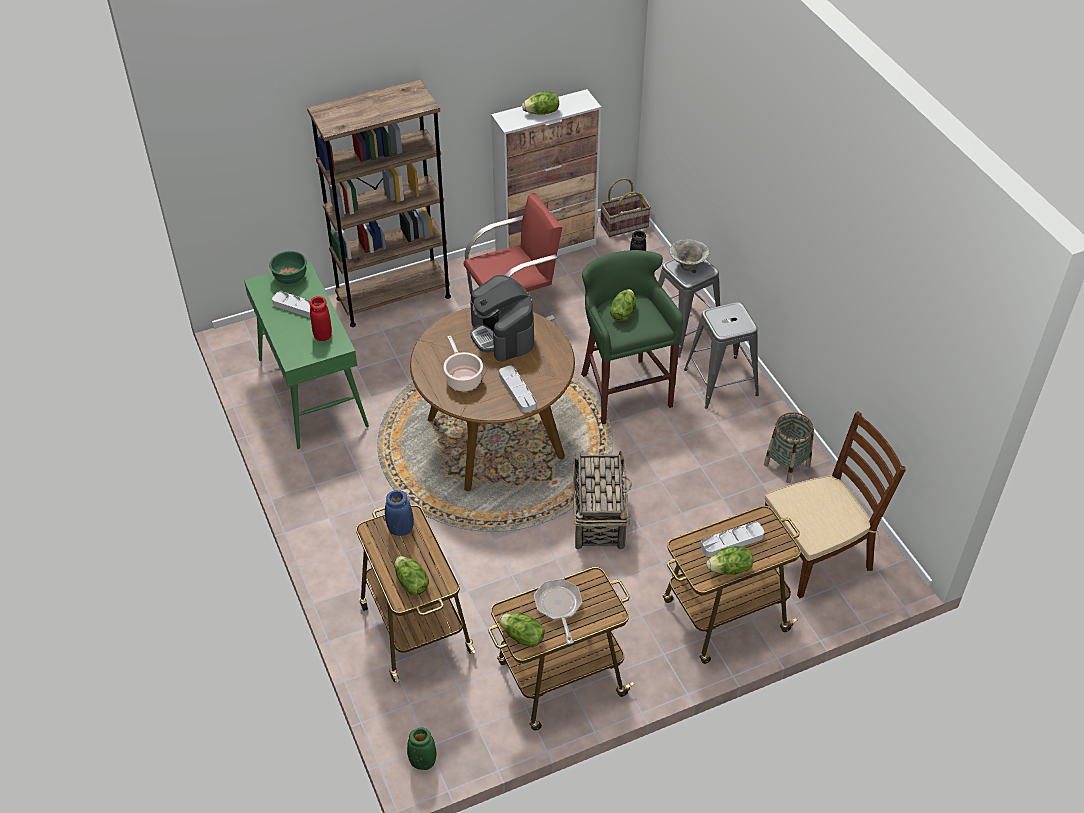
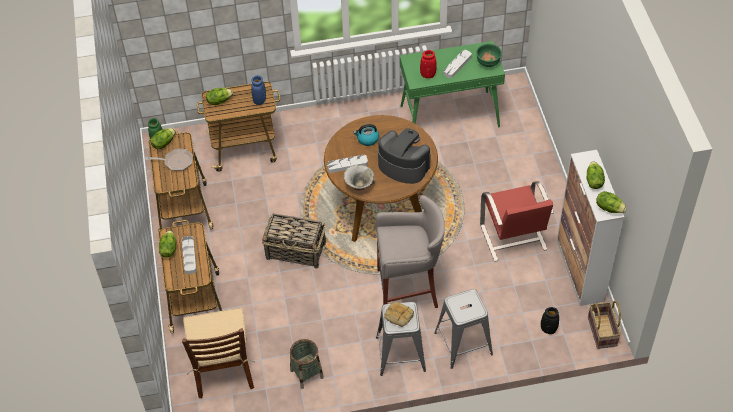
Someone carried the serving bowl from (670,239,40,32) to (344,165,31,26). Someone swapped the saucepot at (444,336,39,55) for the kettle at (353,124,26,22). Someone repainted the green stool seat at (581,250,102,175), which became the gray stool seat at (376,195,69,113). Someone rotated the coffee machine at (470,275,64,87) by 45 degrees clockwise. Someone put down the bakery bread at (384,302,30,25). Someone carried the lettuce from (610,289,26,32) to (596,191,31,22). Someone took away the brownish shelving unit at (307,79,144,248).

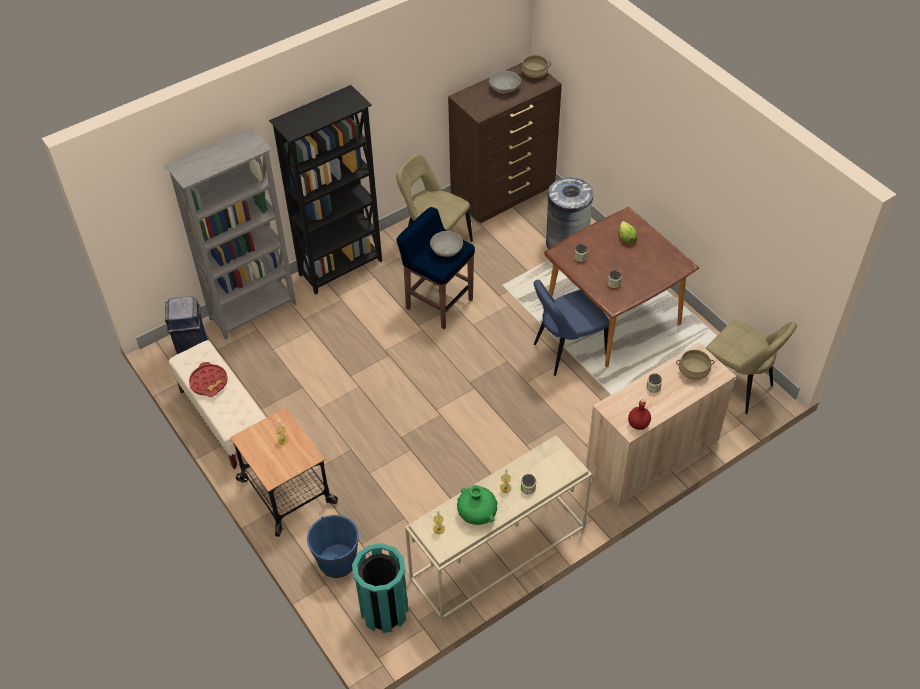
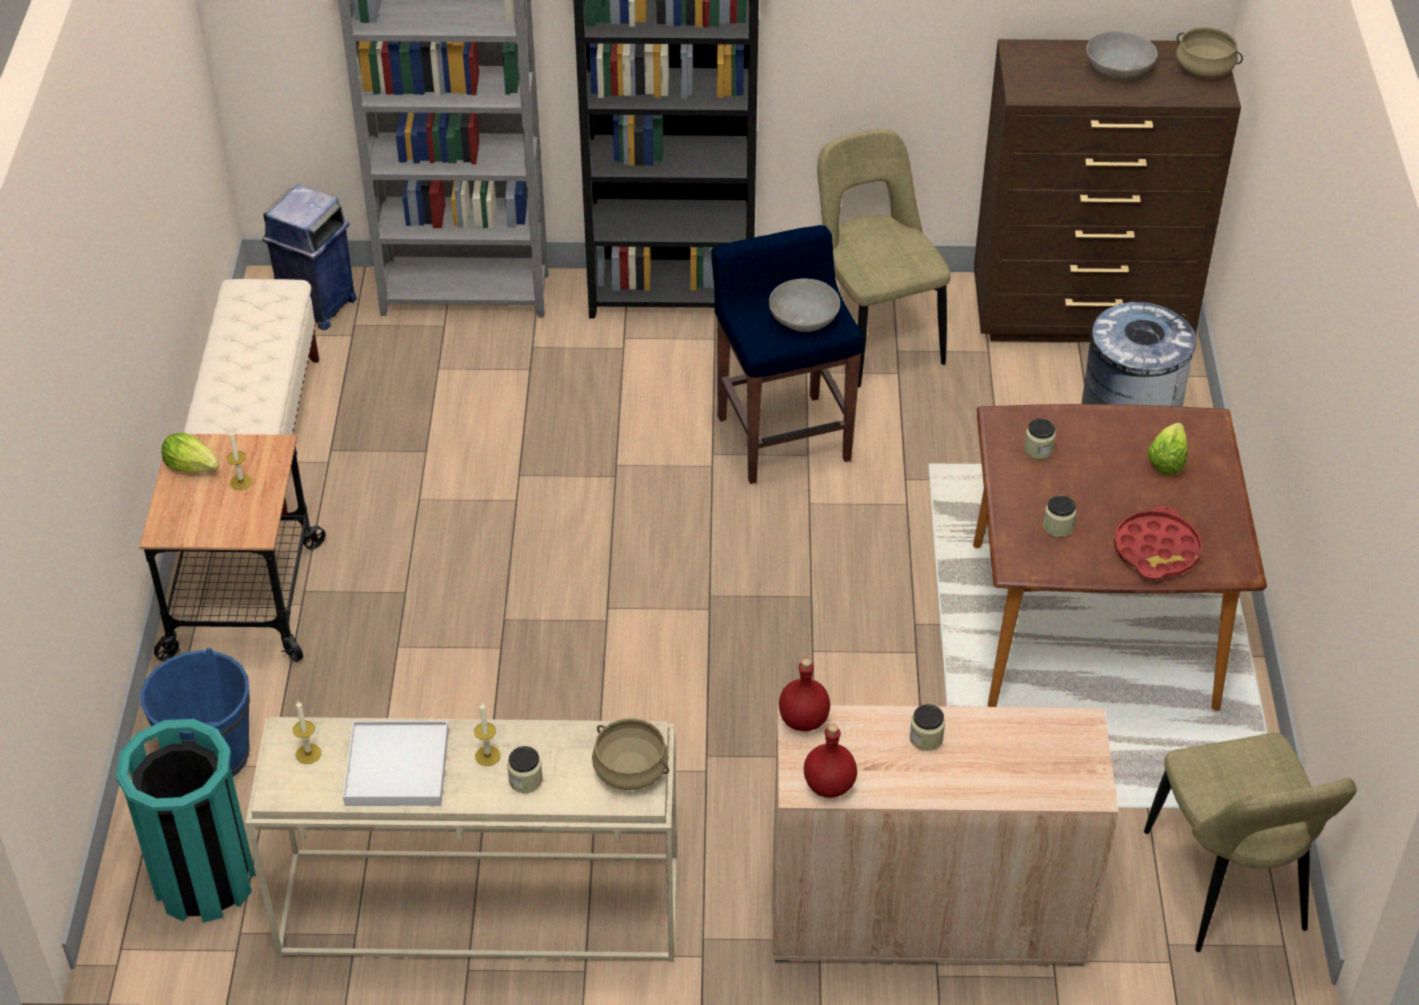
Someone put down the lettuce at (161,432,58,41). Someone swapped the green decorative vase at (457,485,40,40) for the whitish carrying tray at (343,721,106,85). Someone carried the beige saucepot from (676,350,38,30) to (592,718,77,72). Someone put down the reddish beverage bottle at (779,659,51,72). Someone carried the reddish carrying tray from (189,362,39,35) to (1114,506,89,74). Someone took away the blue chair at (534,279,75,97).

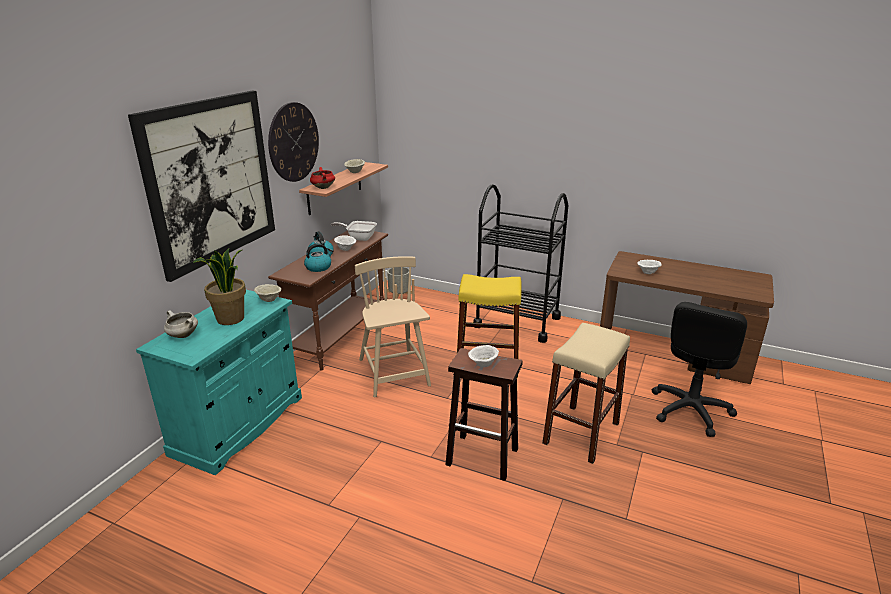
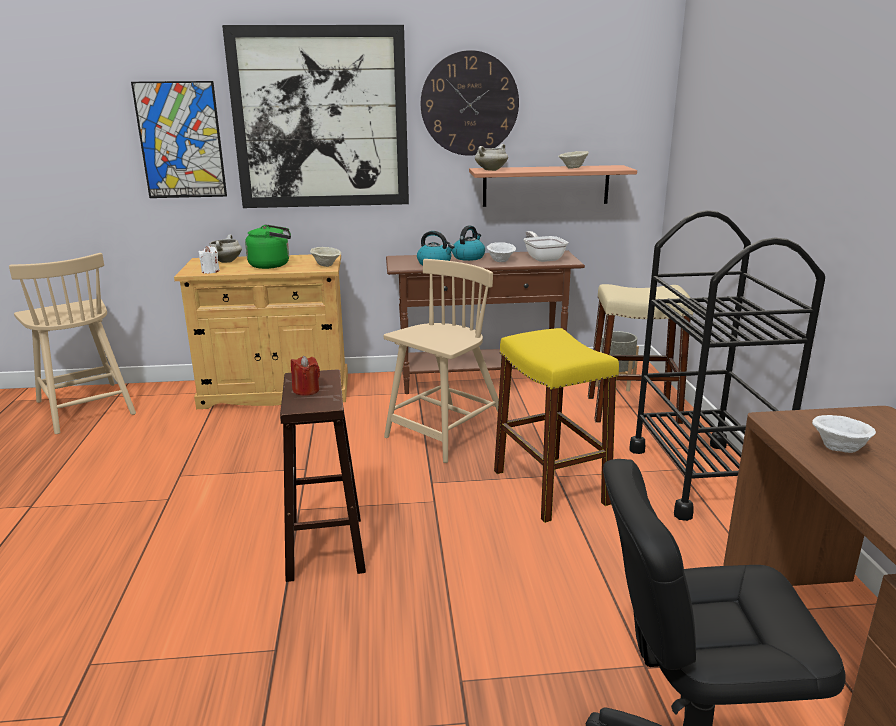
Someone put down the beige chair at (9,253,127,181). Someone put up the wall picture at (131,81,96,117). Someone repainted the turquoise-coloured storage cabinet at (136,290,166,185), which became the beige storage cabinet at (174,255,174,154). Someone put down the whitish candle at (198,246,22,28). Someone swapped the houseplant at (193,248,53,77) for the green kettle at (245,224,46,45). Someone swapped the whitish serving bowl at (468,345,31,22) for the reddish candle at (291,356,29,40). Someone repainted the reddish saucepot at (310,167,25,22), which became the whitish saucepot at (475,144,33,27). Someone carried the beige stool seat from (542,323,88,141) to (588,284,105,140).

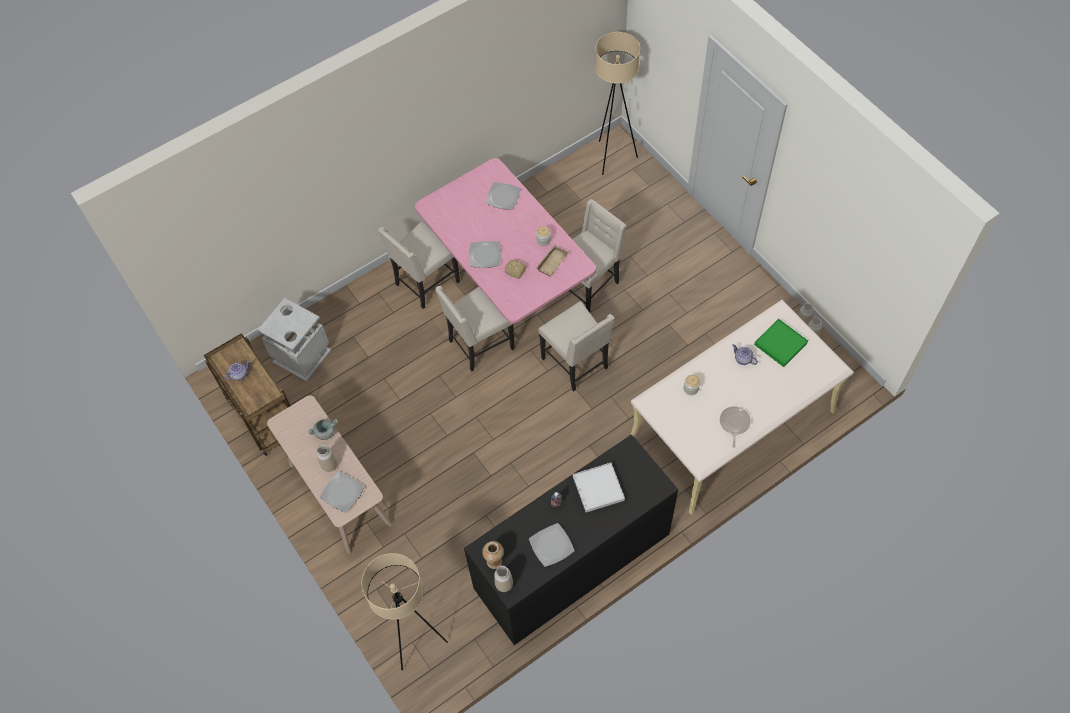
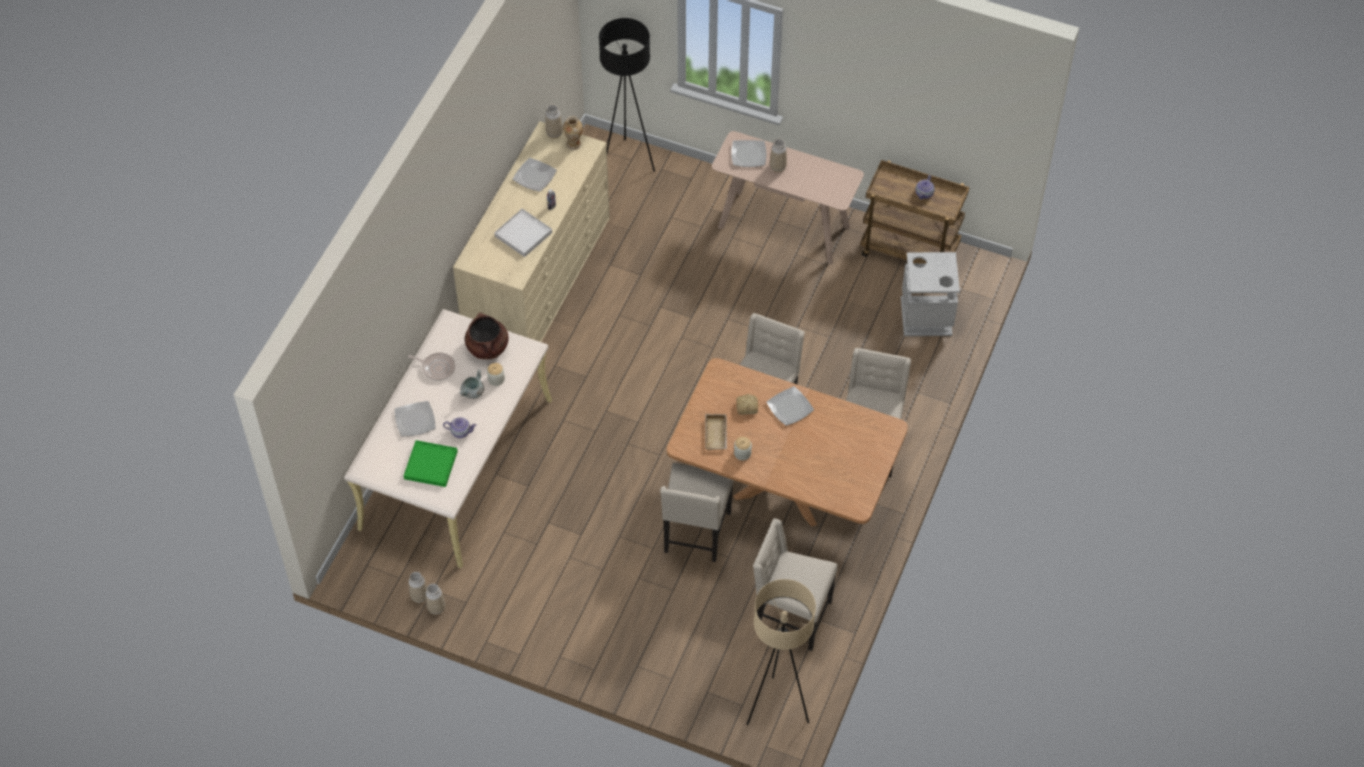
Someone carried the flat dish from (486,182,35,28) to (395,401,41,36). Someone rotated the skillet at (720,406,31,42) by 45 degrees counterclockwise. Someone repainted the blackish drawer chest at (464,435,214,210), which became the beige drawer chest at (453,121,157,221). Someone carried the gray saucepot from (308,419,30,21) to (459,369,25,30). Someone put down the brownish saucepot at (465,312,44,47). Someone repainted the beige standard lamp at (362,553,86,117), which became the blackish standard lamp at (599,18,56,154). Someone repainted the pink dining table at (415,158,181,165), which became the brownish dining table at (667,358,241,168). Someone carried the beige chair from (538,301,76,90) to (753,518,85,133).

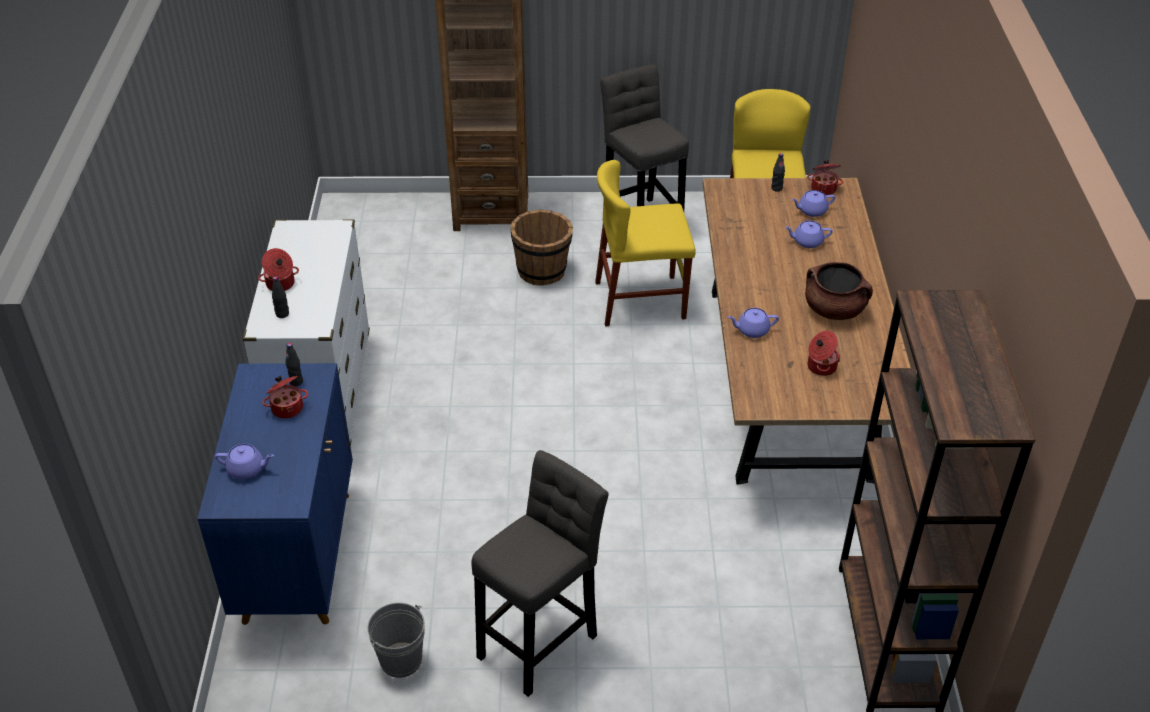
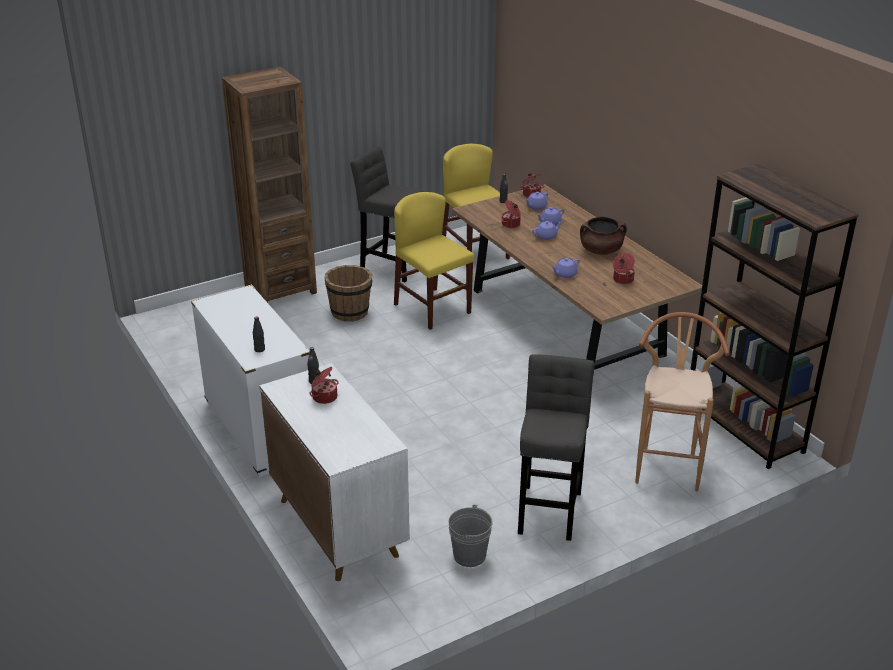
Someone repainted the blue storage cabinet at (197,363,156,262), which became the whitish storage cabinet at (259,363,151,218). Someone rotated the yellowish chair at (595,160,101,167) by 90 degrees clockwise. Someone carried the saucepot from (258,248,41,43) to (502,200,19,28). Someone carried the purplish teapot from (215,444,59,35) to (532,221,31,19). Someone put down the brownish stool seat at (635,312,95,180).

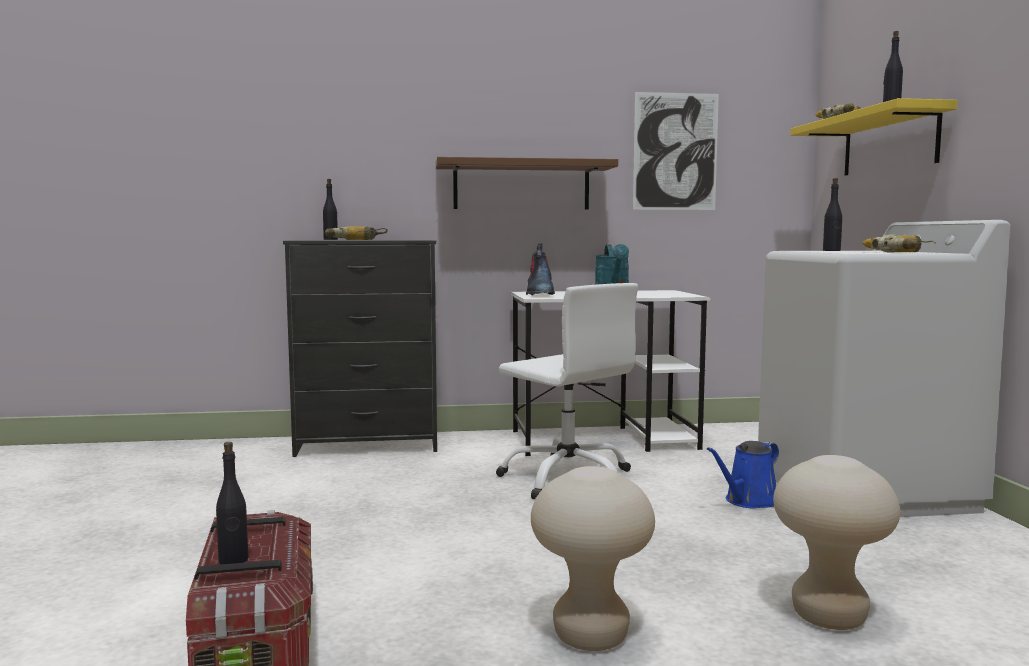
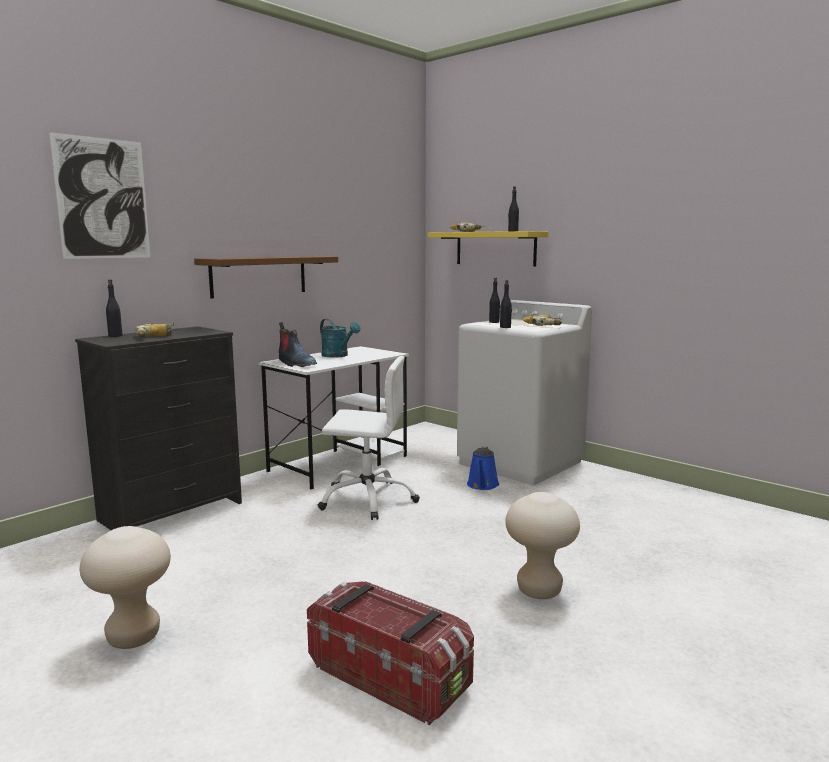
Someone carried the wall picture from (633,92,86,118) to (49,132,101,127). Someone carried the beige stool seat from (773,455,127,175) to (79,526,92,123). Someone carried the blackish beverage bottle from (216,442,32,123) to (500,280,12,48).

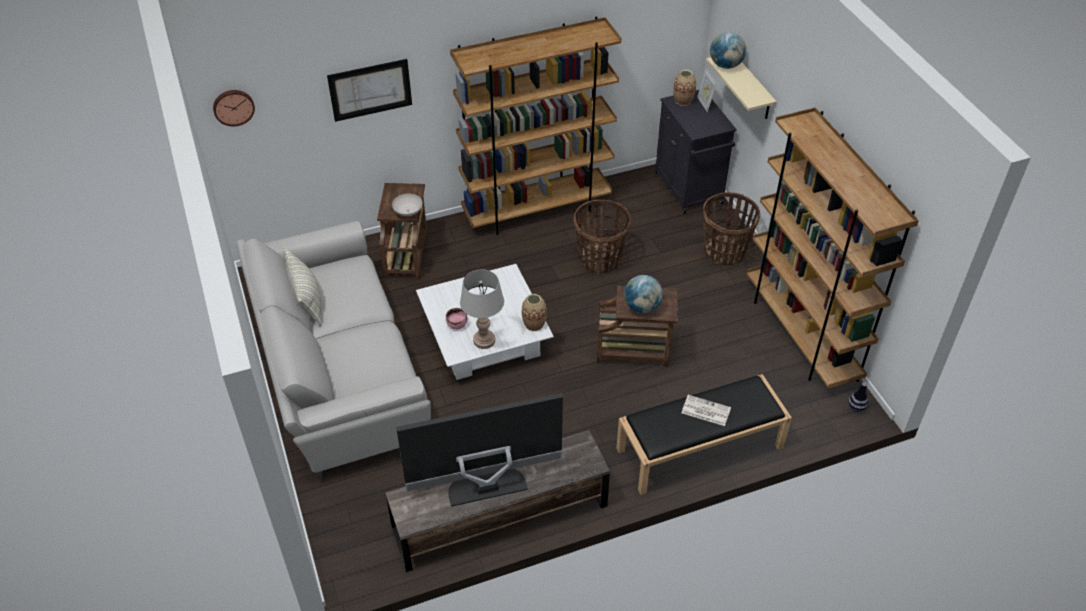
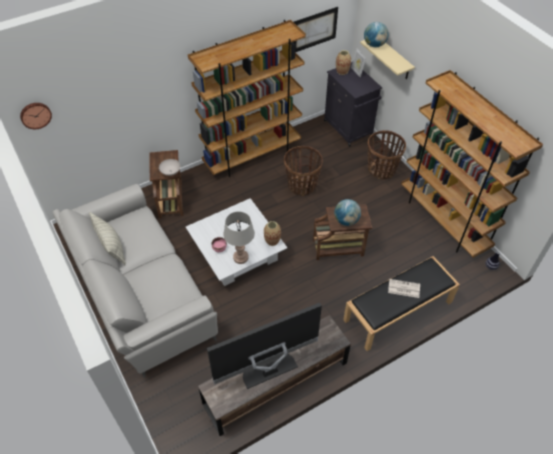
Someone carried the wall picture from (327,59,85,63) to (293,7,45,45).

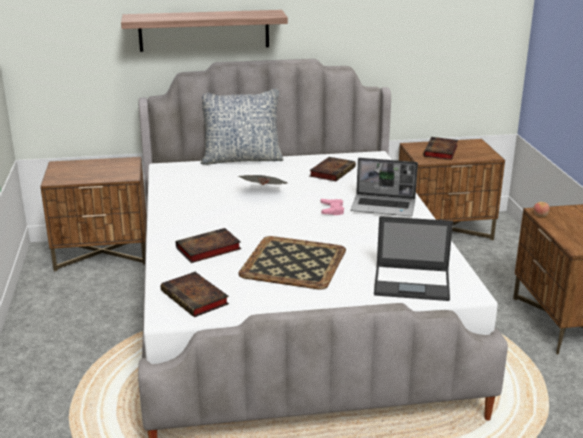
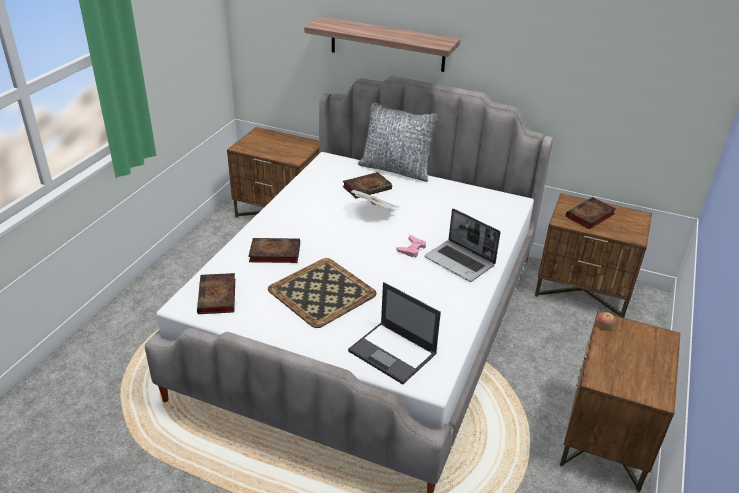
Someone carried the volume from (310,157,46,24) to (342,172,50,26).

